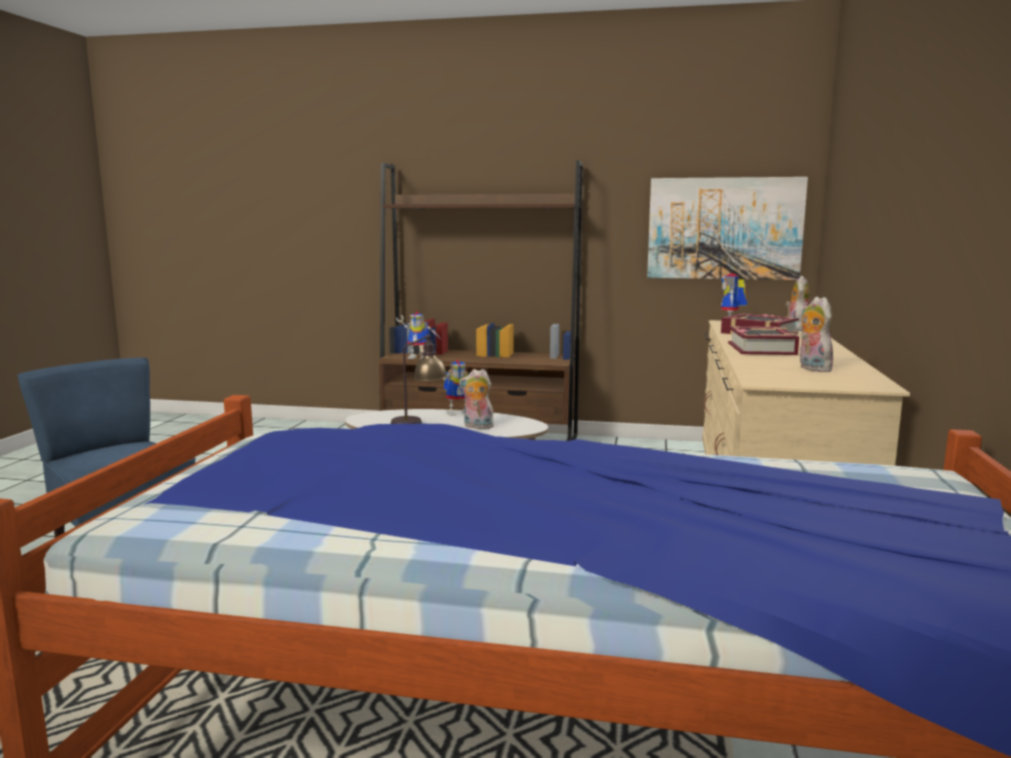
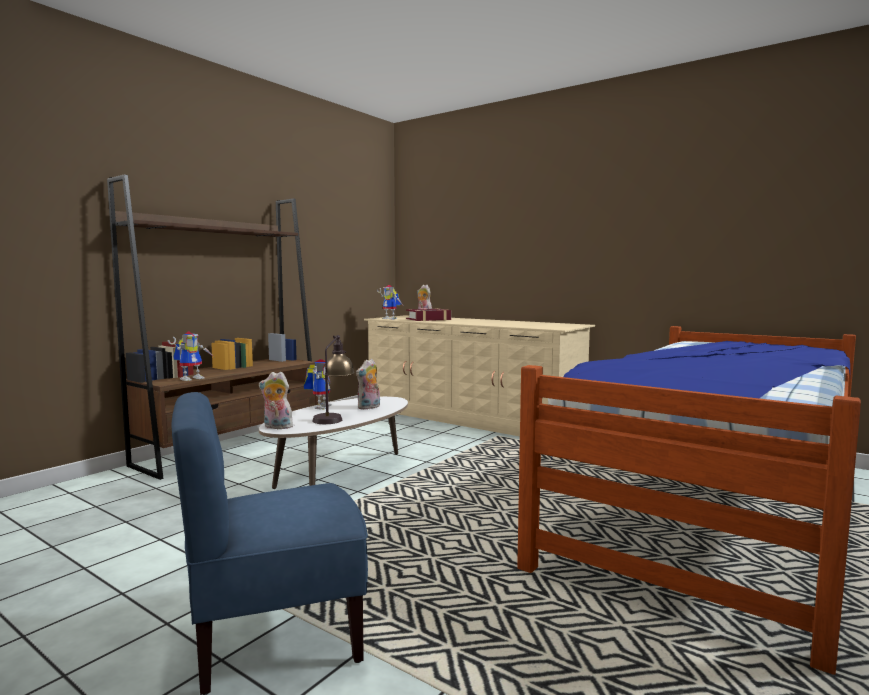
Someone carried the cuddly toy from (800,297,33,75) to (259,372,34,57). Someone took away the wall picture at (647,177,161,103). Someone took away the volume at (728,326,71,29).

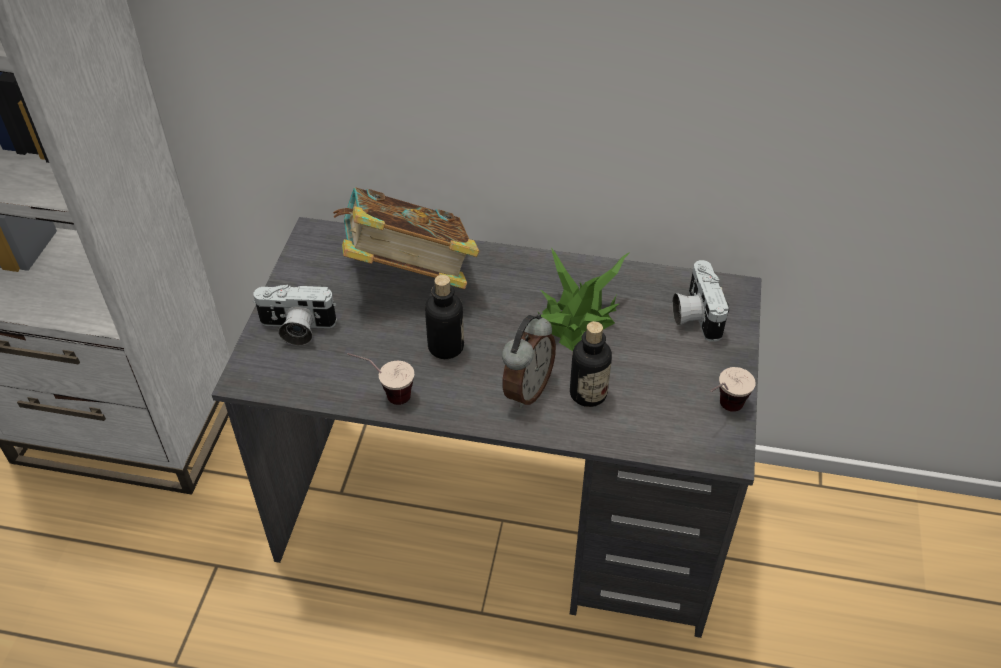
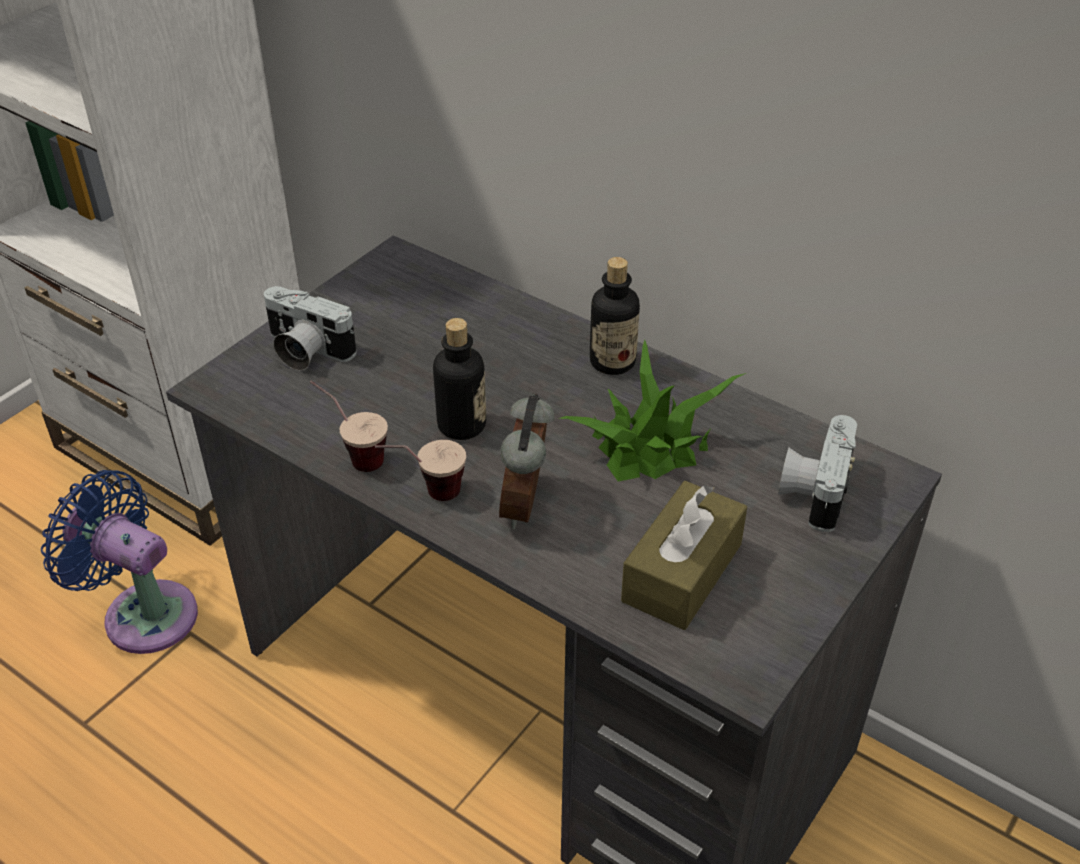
Someone put down the blue cooling fan at (41,470,157,184). Someone carried the cup from (710,367,46,45) to (375,440,91,61). Someone rotated the alarm clock at (502,314,54,94) by 135 degrees clockwise. Someone carried the beverage bottle from (570,321,42,86) to (590,257,50,118). Someone put down the brownish tissue box at (621,481,126,149). Someone took away the volume at (333,187,146,102).

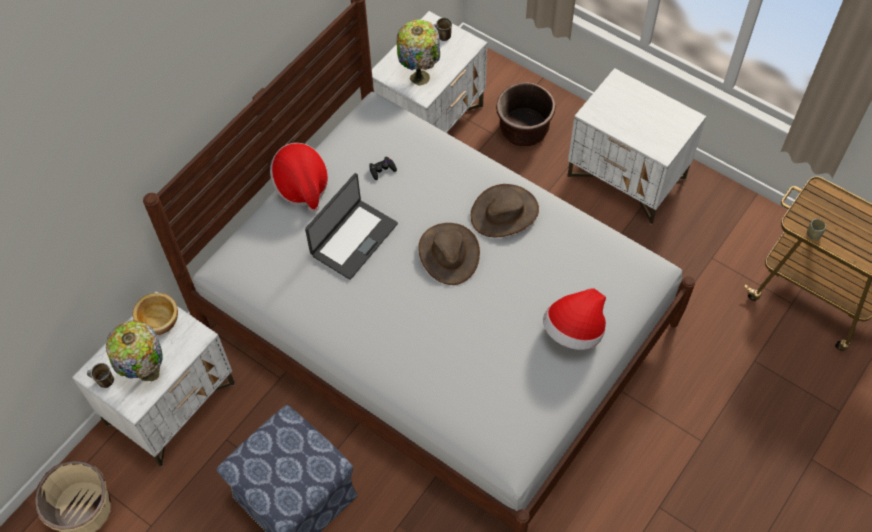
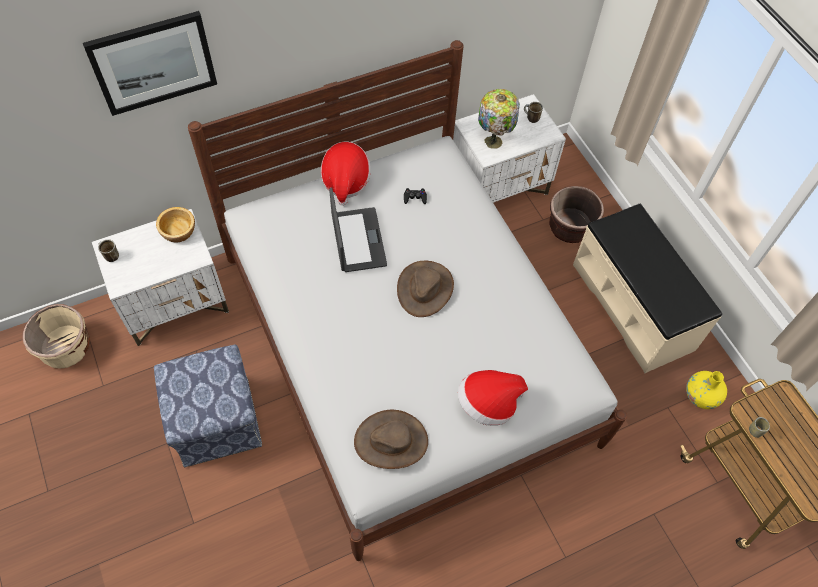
Someone put up the wall picture at (83,11,134,105). Someone rotated the portable computer at (305,173,93,107) by 75 degrees counterclockwise. Someone carried the brownish wearable hat from (471,184,68,53) to (354,410,74,59). Someone swapped the whitish bedside table at (567,68,139,156) for the beige long seat at (573,204,149,169). Someone put down the yellowish decorative vase at (686,371,41,38). Someone took away the lamp for a table at (106,321,57,60).

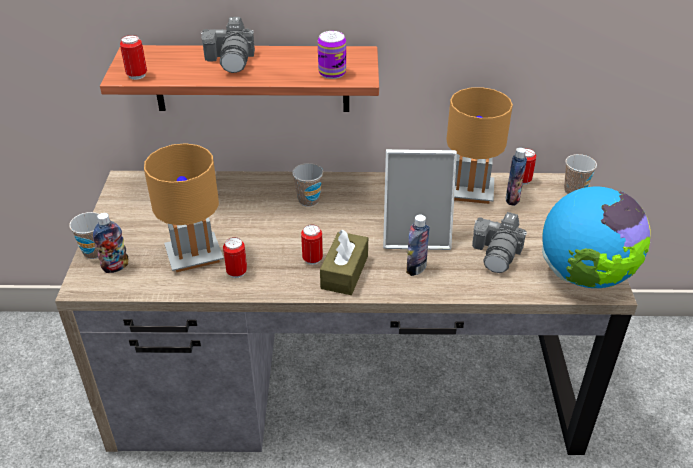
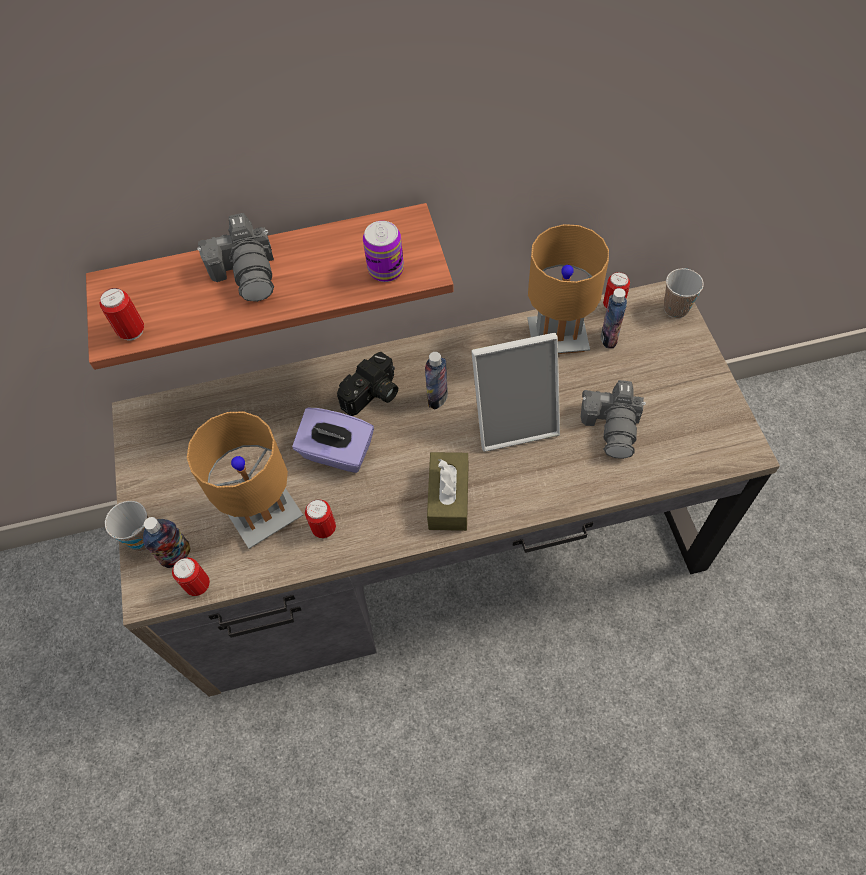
Someone carried the metal can from (301,224,22,41) to (172,558,38,38). Someone put down the purplish tissue box at (292,408,82,65). Someone swapped the cup at (292,163,31,44) for the still camera at (337,352,61,64). Someone carried the beverage bottle from (406,215,24,61) to (425,352,23,57). Someone took away the desk globe at (542,187,109,101).

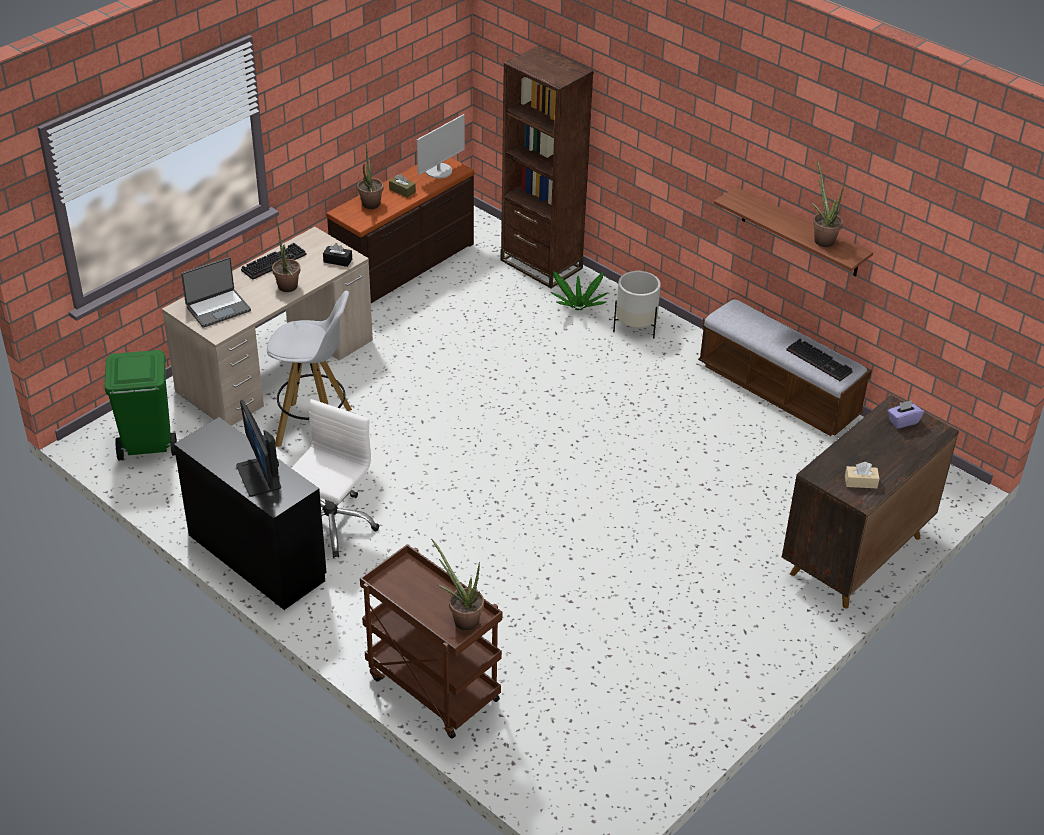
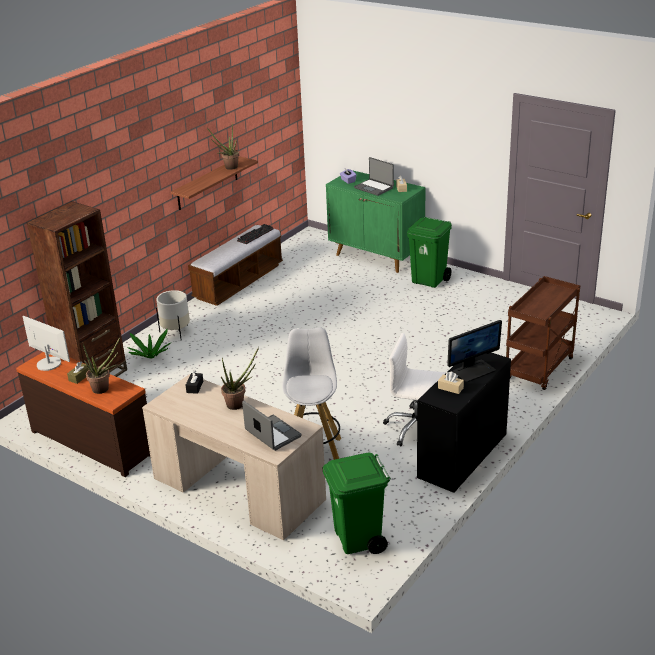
Someone repainted the brownish storage cabinet at (782,395,177,213), which became the green storage cabinet at (326,170,100,103). Someone put down the portable computer at (354,157,40,39). Someone put down the green waste bin at (407,217,45,71). Someone put down the beige tissue box at (438,372,26,22). Someone took away the computer keyboard at (241,243,66,37). Someone took away the houseplant at (431,539,53,91).

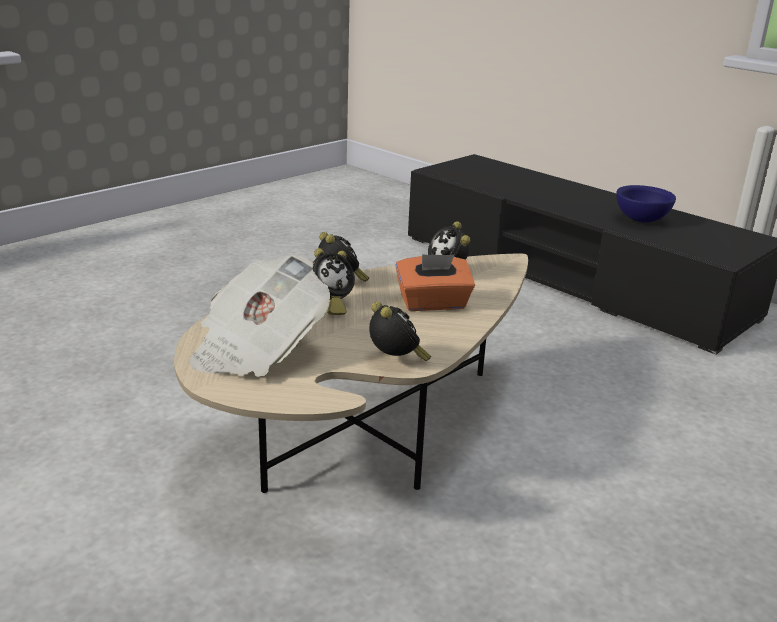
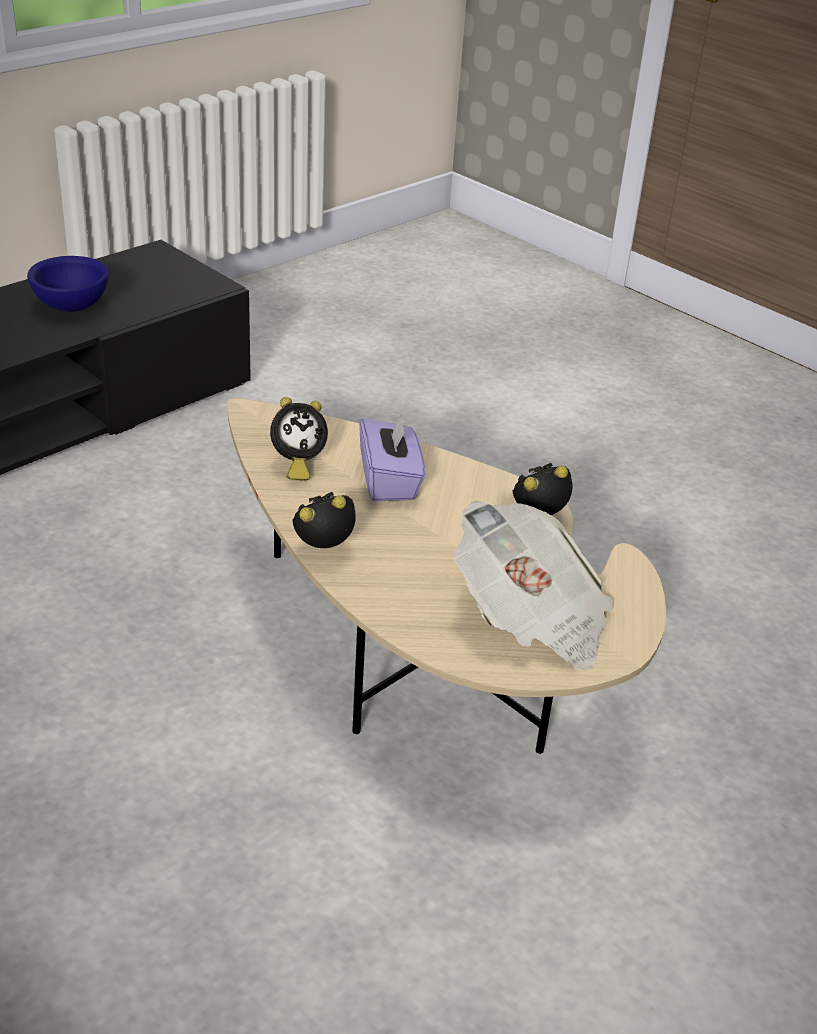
Someone repainted the orange tissue box at (396,254,79,57), which became the purplish tissue box at (359,413,66,88). Someone took away the alarm clock at (313,248,42,67).

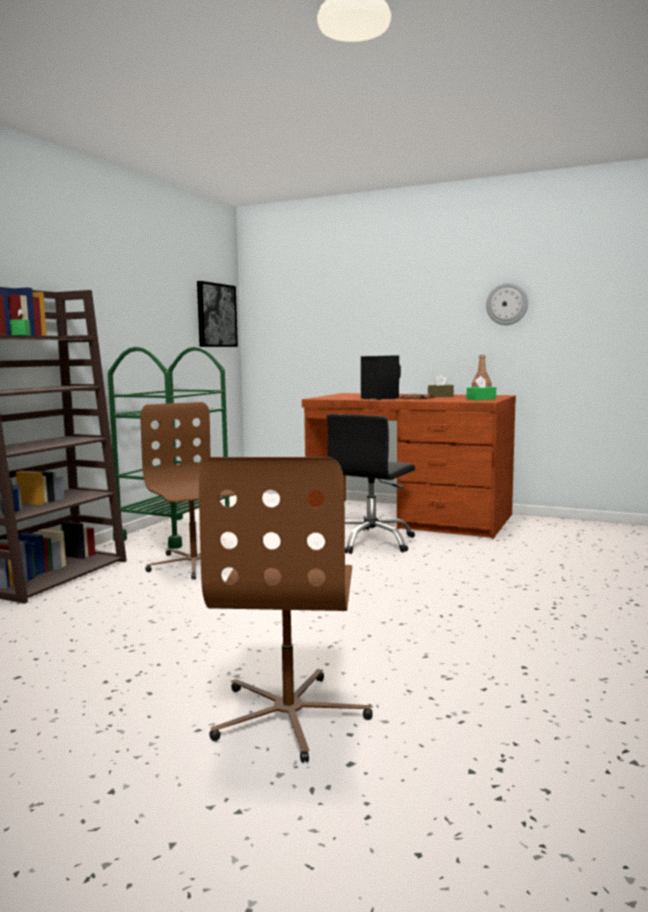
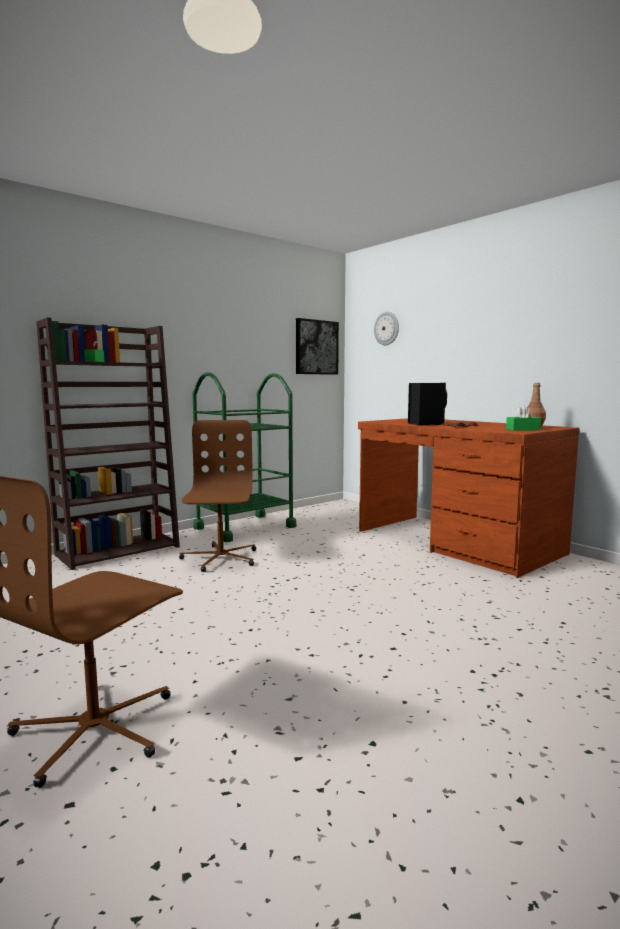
Someone carried the hanging clock from (486,283,42,42) to (374,312,25,33). Someone took away the blackish office chair at (327,414,88,140). Someone took away the brownish tissue box at (428,375,26,22).

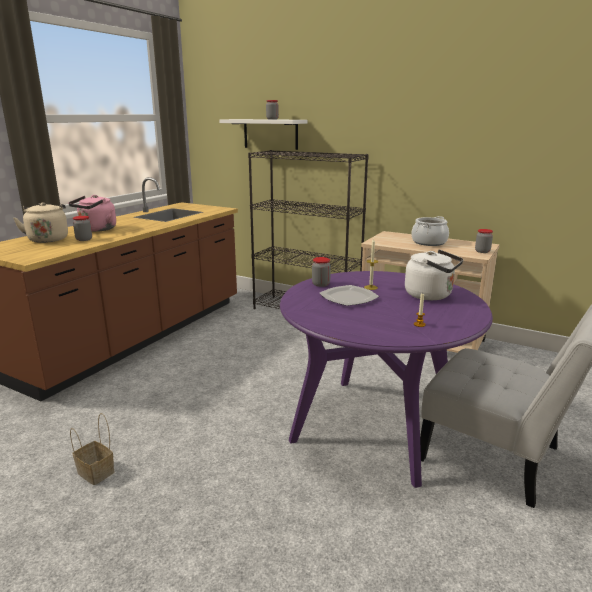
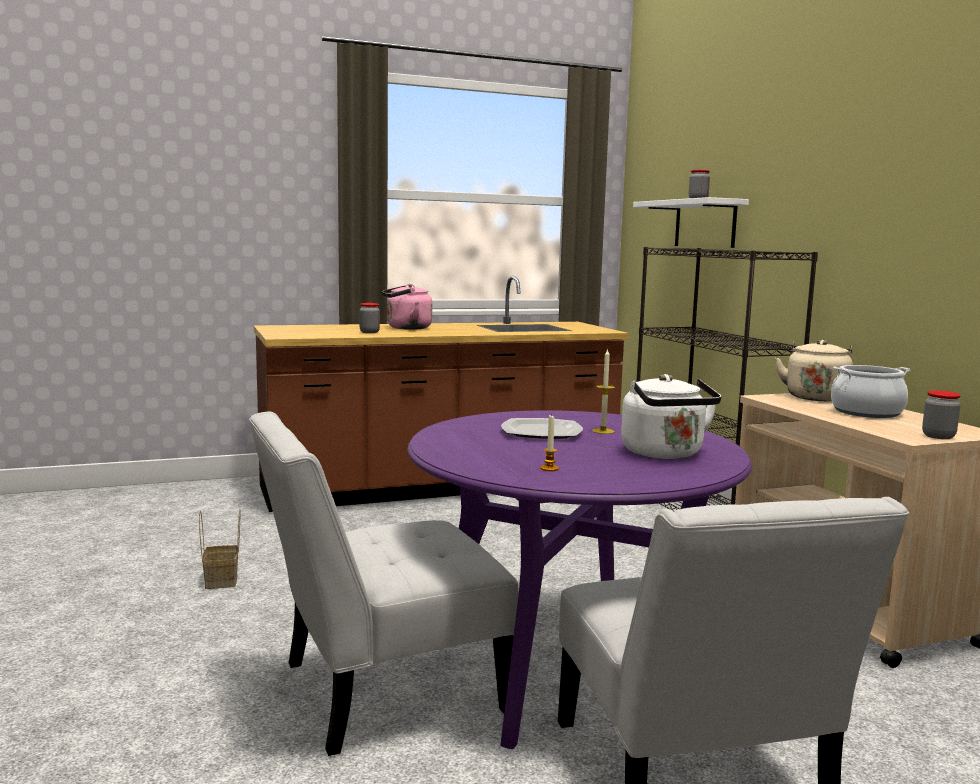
Someone put down the whitish chair at (249,411,270,345). Someone carried the beige kettle from (13,202,55,41) to (775,340,78,61). Someone took away the jar at (312,257,19,30).

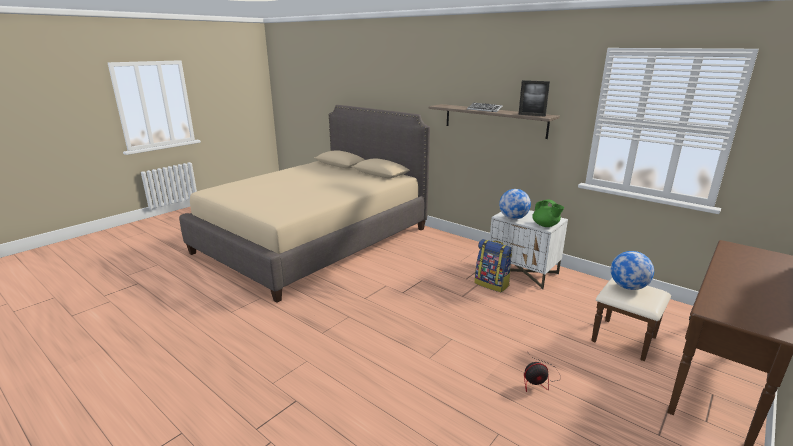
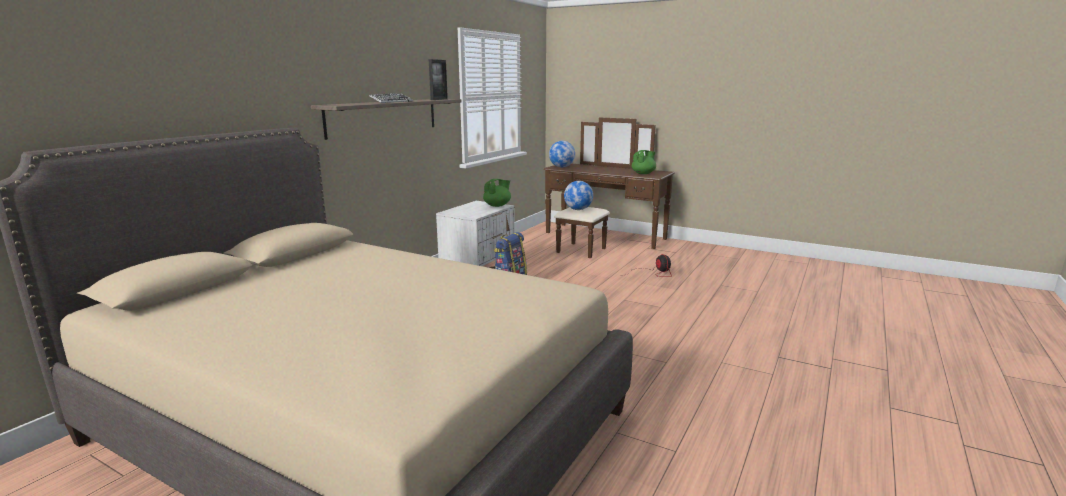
Someone carried the desk globe from (499,189,32,31) to (549,141,26,26). Someone put down the green teapot at (632,150,24,24).

